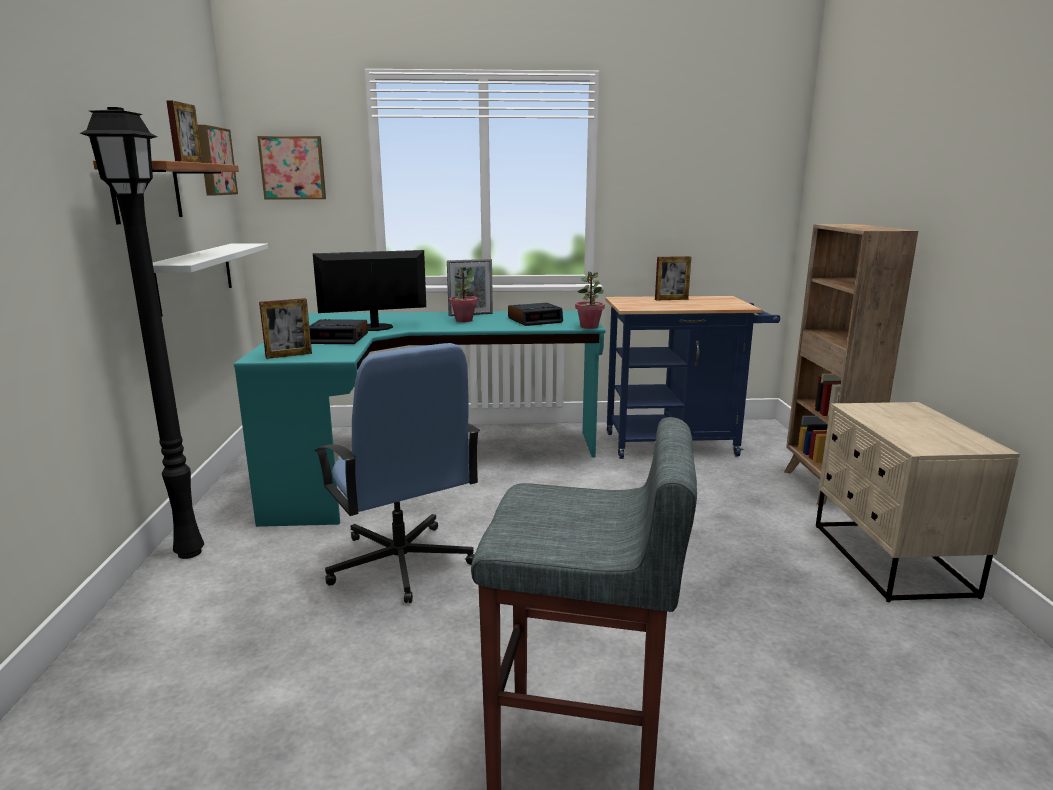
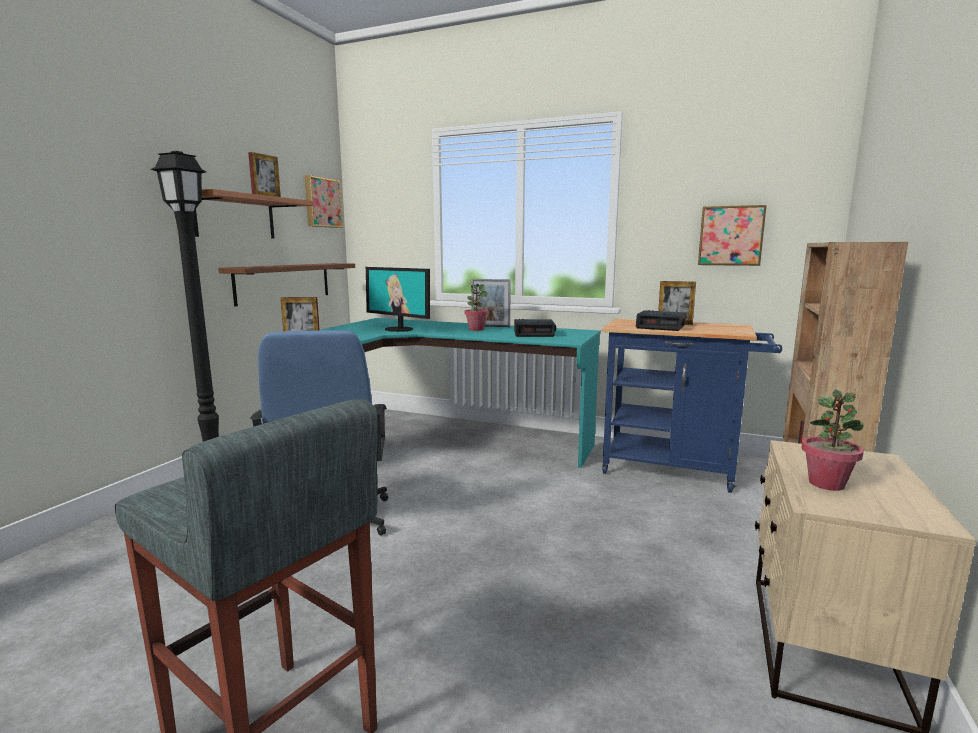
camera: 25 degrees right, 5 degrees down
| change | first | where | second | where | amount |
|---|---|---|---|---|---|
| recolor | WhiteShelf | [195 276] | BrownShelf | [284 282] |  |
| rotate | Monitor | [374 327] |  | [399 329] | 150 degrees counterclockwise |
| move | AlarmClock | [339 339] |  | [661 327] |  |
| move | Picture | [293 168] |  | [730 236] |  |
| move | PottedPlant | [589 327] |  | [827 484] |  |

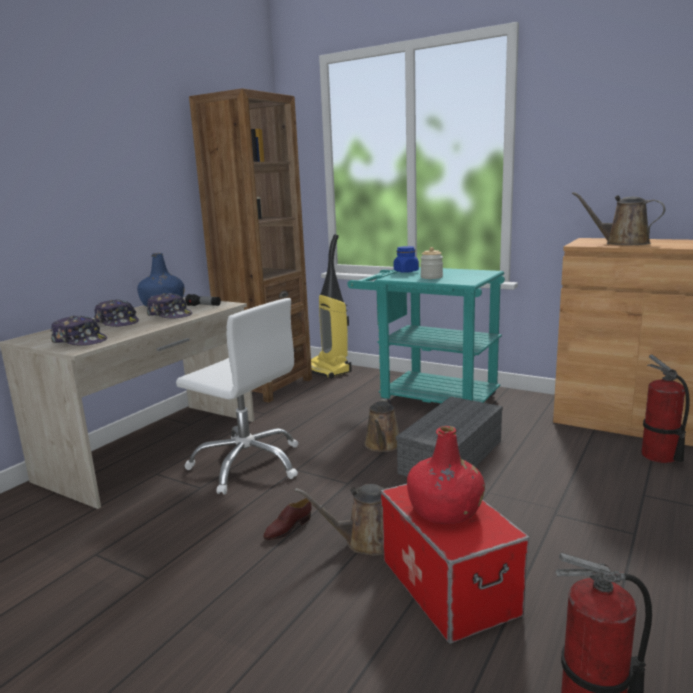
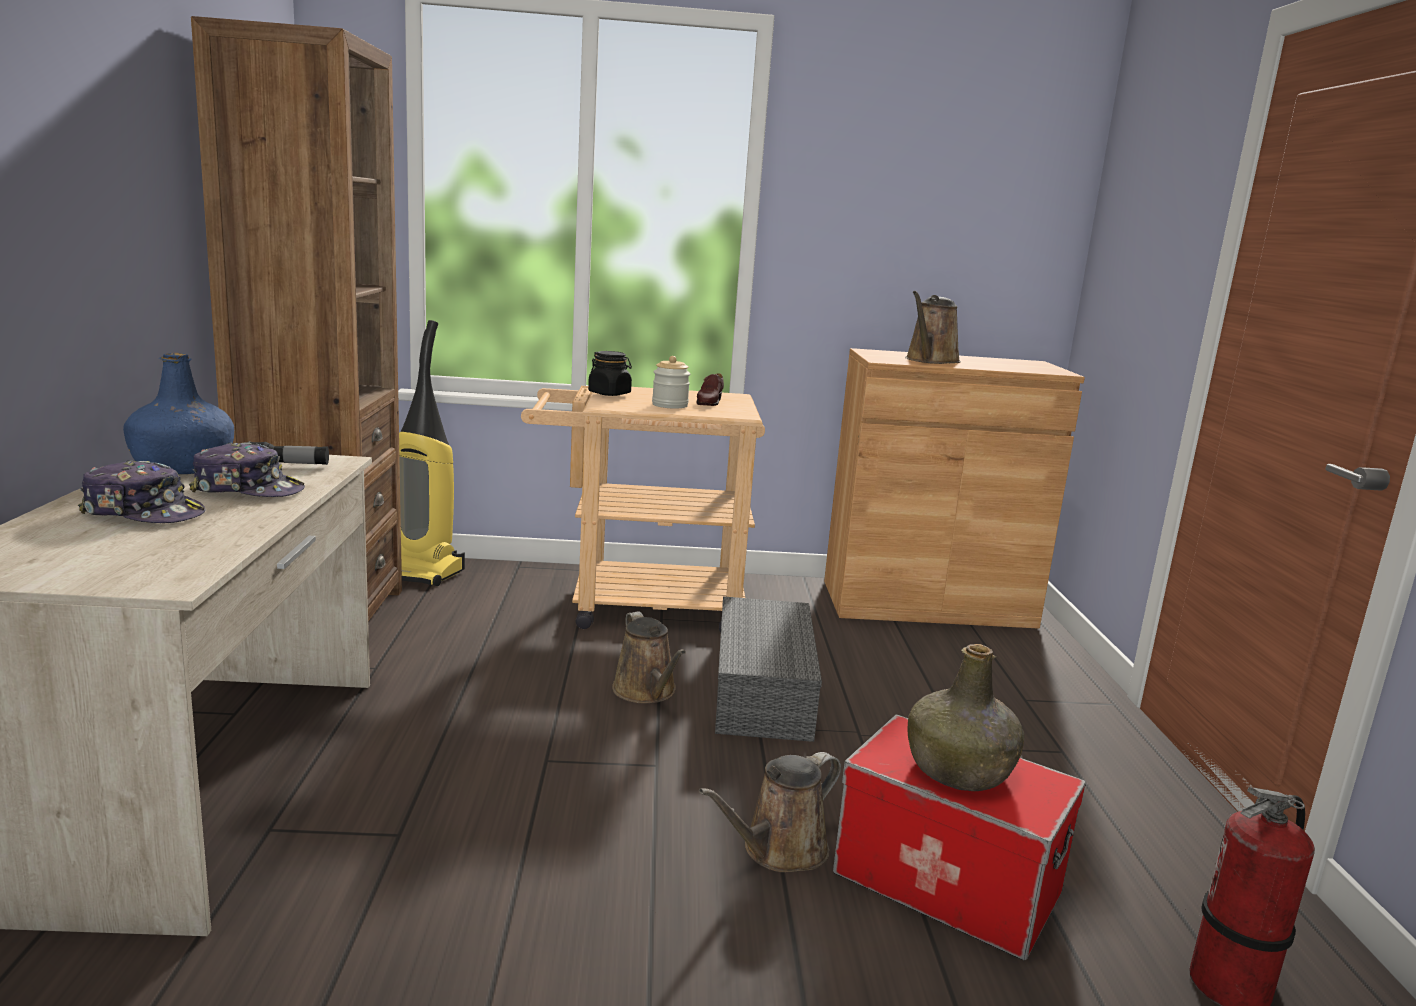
camera: 35 degrees left, 0 degrees up
| change | first | where | second | where | amount |
|---|---|---|---|---|---|
| recolor | TurquoiseCart | [428 400] | BeigeCart | [639 605] |  |
| recolor | BlueJar | [406 271] | BlackJar | [609 393] |  |
| move | BrownShoe | [287 528] |  | [709 402] |  |
| rotate | BrownWateringCan | [622 243] |  | [930 360] | 60 degrees counterclockwise |
| recolor | RedBottle | [445 510] | GreenBottle | [960 770] |  |
| delete | Cap | [80 341] |  |  |  |
| delete | WhiteOfficeChair | [248 464] |  |  |  |
| delete | FireExtinguisher | [658 456] |  |  |  |

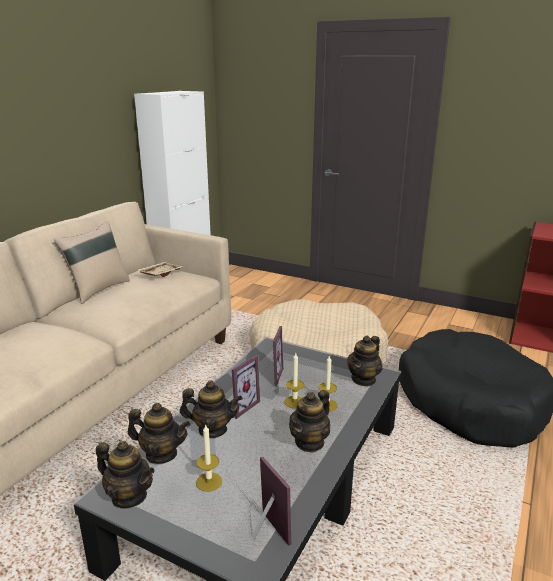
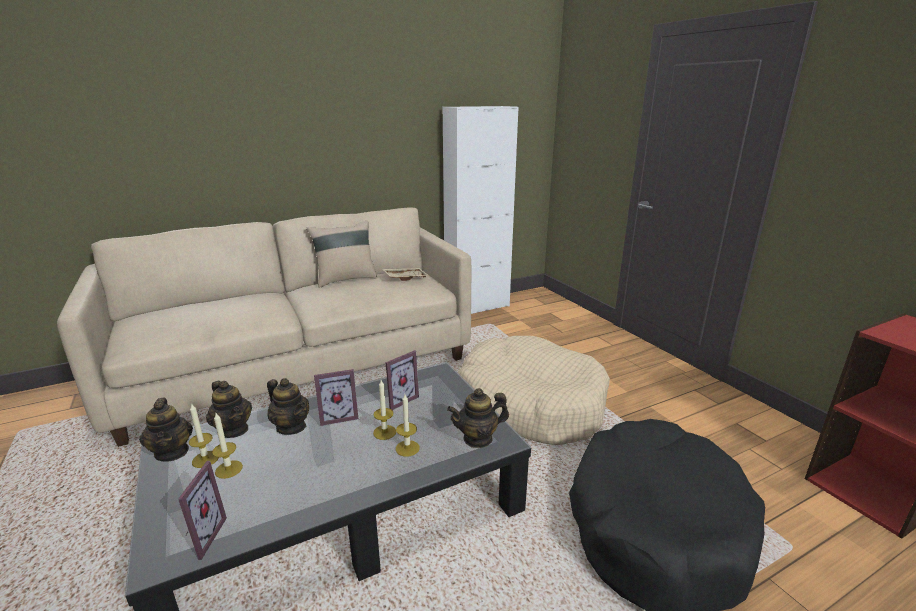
camera: 35 degrees right, 0 degrees up
| change | first | where | second | where | amount |
|---|---|---|---|---|---|
| insert |  |  | Candle | [205 459] |  |
| delete | Teapot | [309 442] |  |  |  |

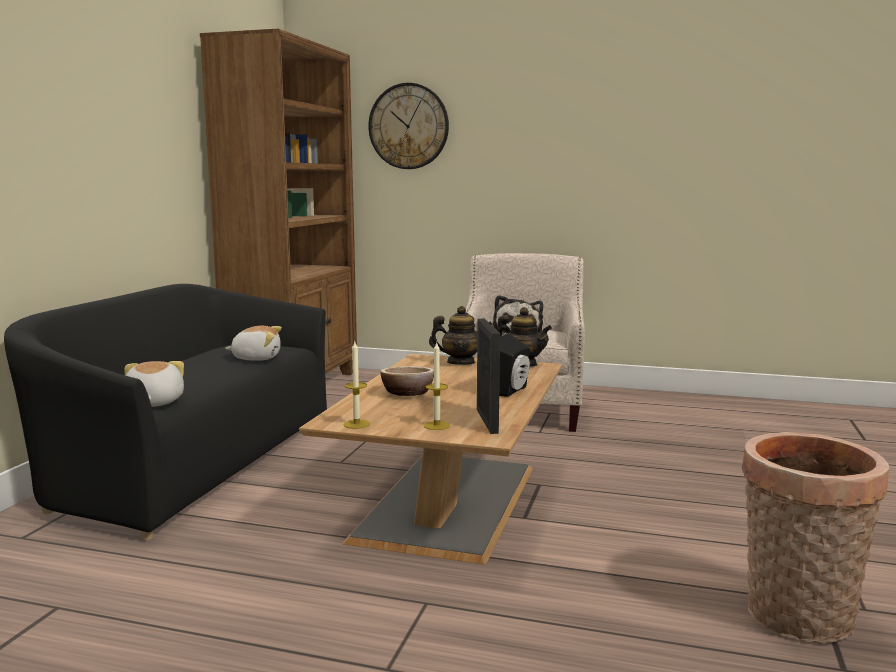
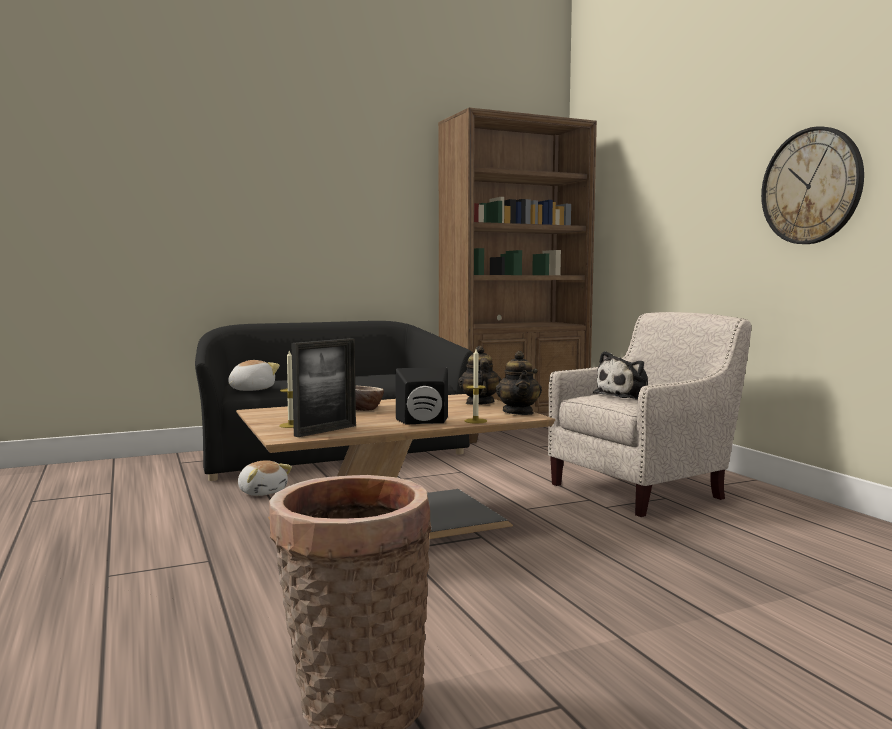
camera: 50 degrees right, 5 degrees down
| change | first | where | second | where | amount |
|---|---|---|---|---|---|
| move | PlushToy | [256 358] |  | [262 492] |  |
| rotate | Teapot | [460 362] |  | [479 403] | 150 degrees counterclockwise |
| move | Candle | [356 424] |  | [475 421] |  |
| move | WallClock | [408 126] |  | [811 186] |  |

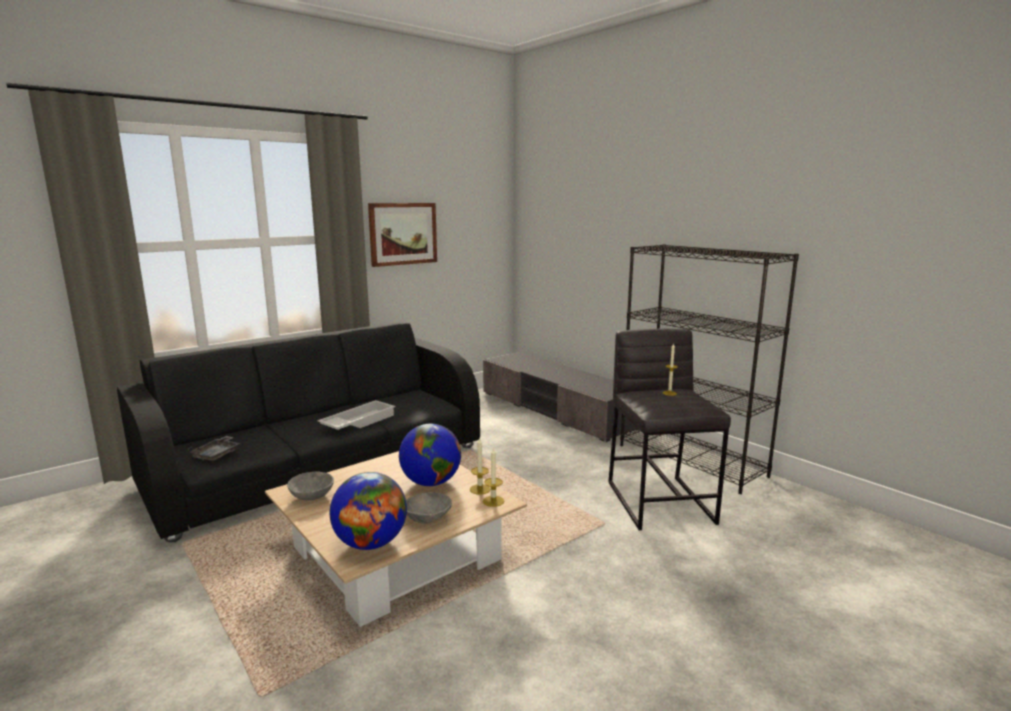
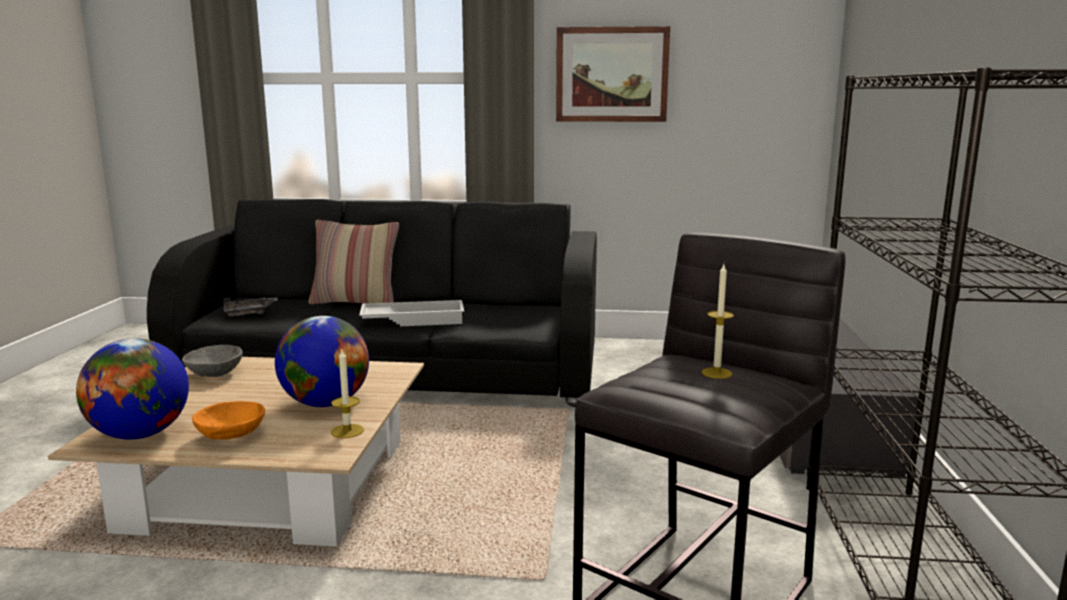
camera: 45 degrees right, 0 degrees up
| change | first | where | second | where | amount |
|---|---|---|---|---|---|
| recolor | GreyBowl | [429 519] | OrangeBowl | [231 437] |  |
| insert |  |  | Pillow | [355 303] |  |
| delete | Candle | [493 501] |  |  |  |

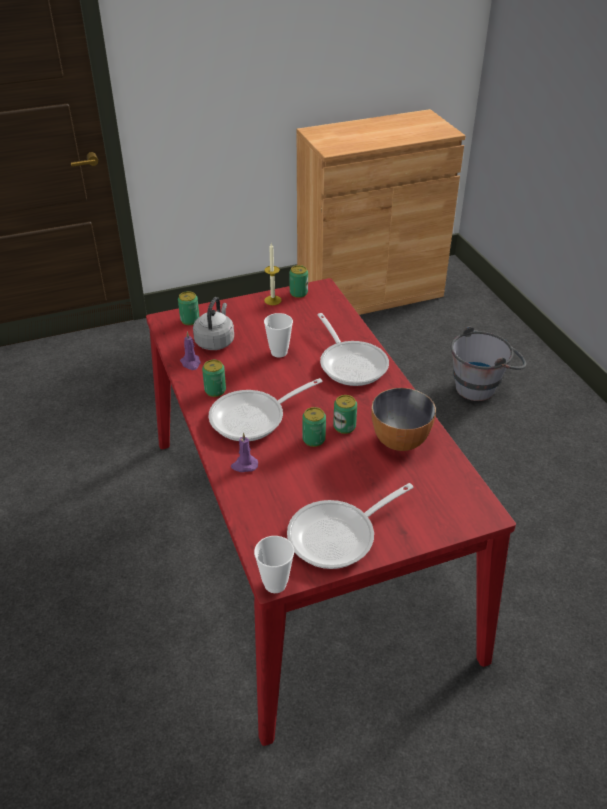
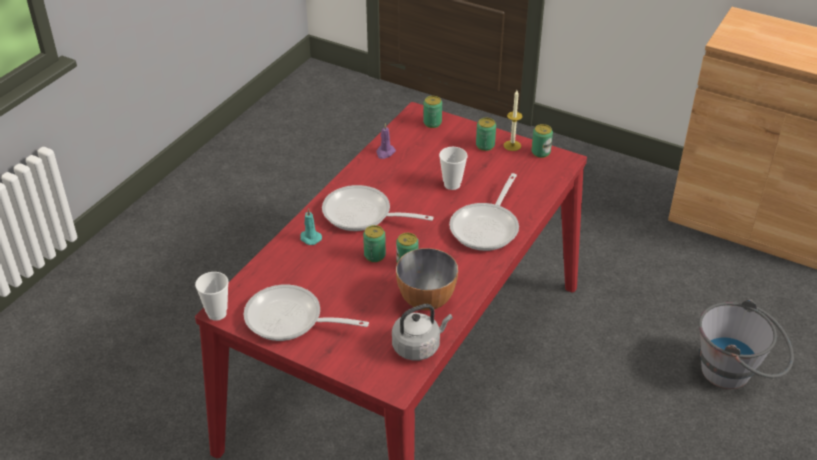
camera: 50 degrees right, 0 degrees up
| change | first | where | second | where | amount |
|---|---|---|---|---|---|
| recolor | PurpleCandle | [244 465] | TurquoiseCandle | [310 238] |  |
| move | GreyKettle | [215 341] |  | [418 346] |  |
| move | Can | [215 390] |  | [485 145] |  |

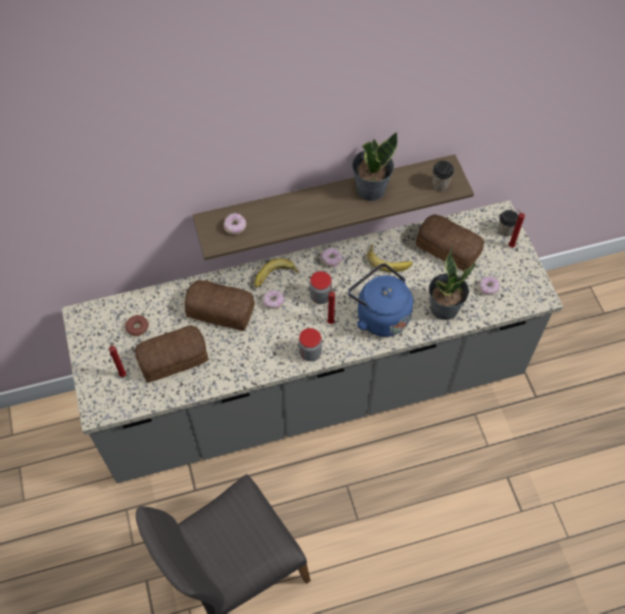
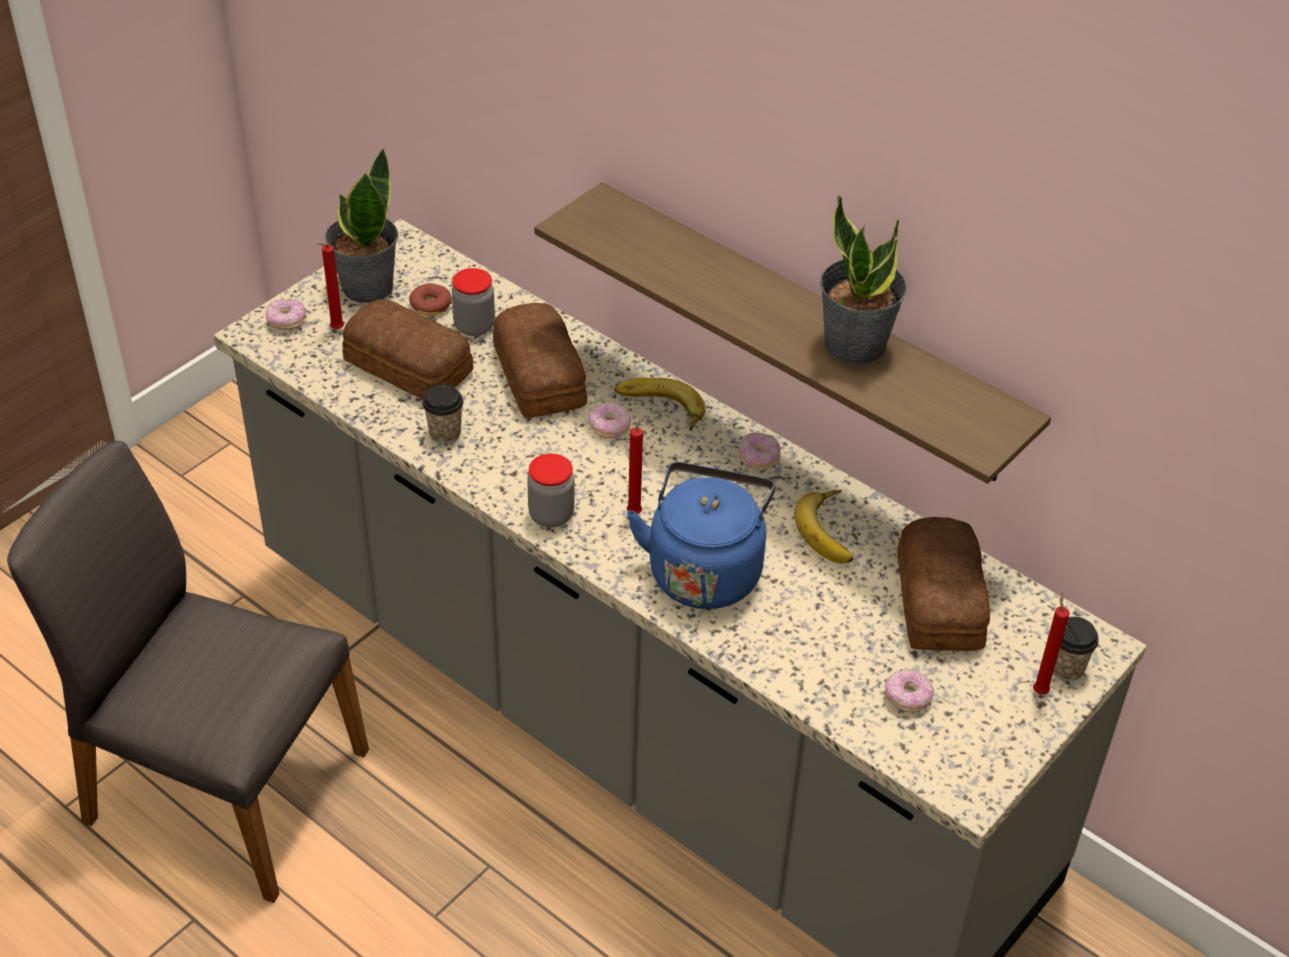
camera: 55 degrees right, 15 degrees down
| change | first | where | second | where | amount |
|---|---|---|---|---|---|
| move | Donut | [235 227] |  | [286 321] |  |
| move | PottedPlant | [444 308] |  | [366 287] |  |
| move | Cup | [440 184] |  | [445 433] |  |
| move | Jar | [320 296] |  | [474 326] |  |

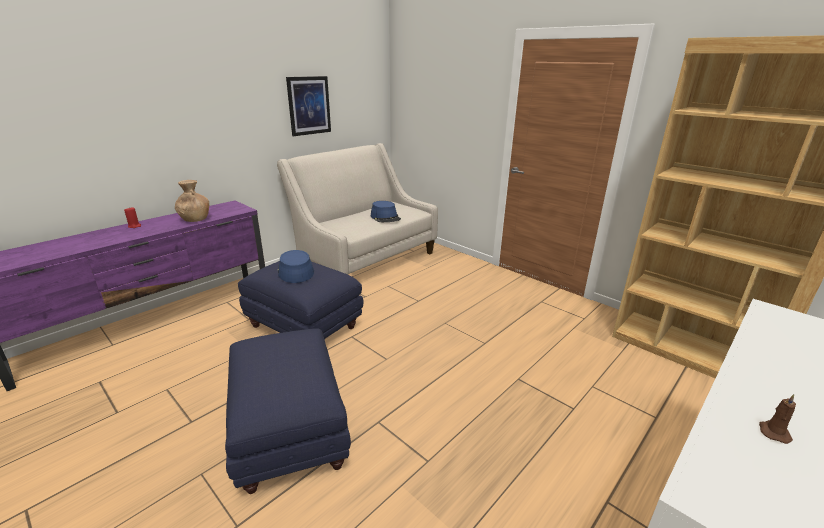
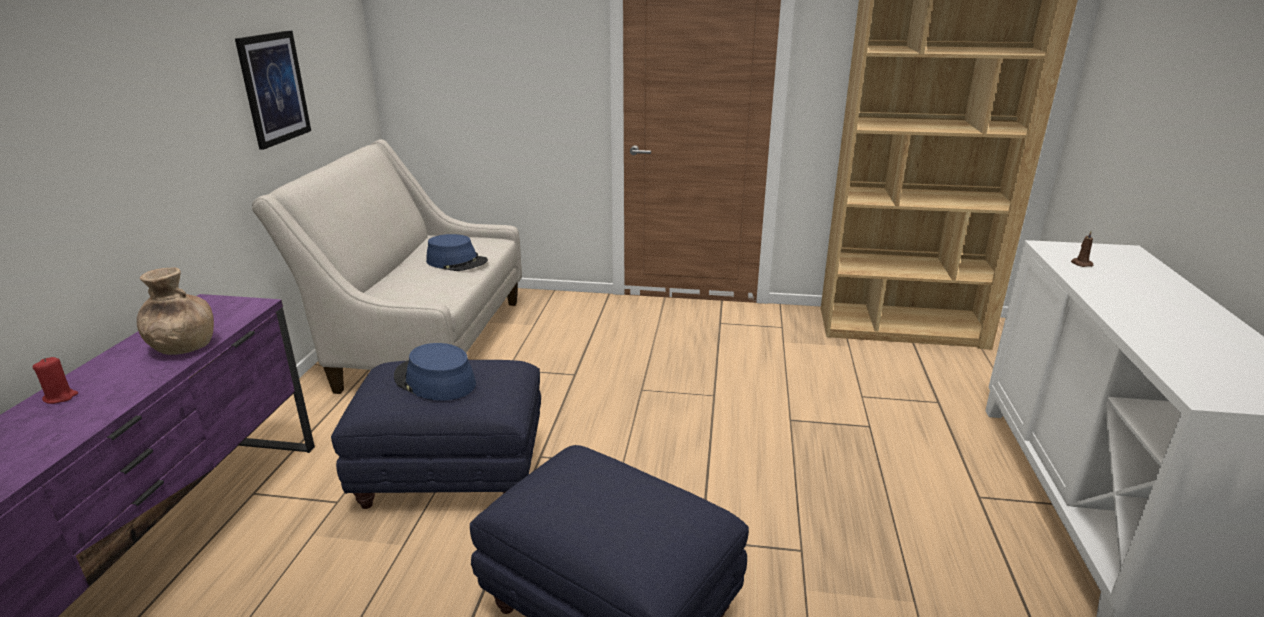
camera: 35 degrees left, 0 degrees up
| change | first | where | second | where | amount |
|---|---|---|---|---|---|
| move | BrownCandle | [773 432] |  | [1080 263] |  |

